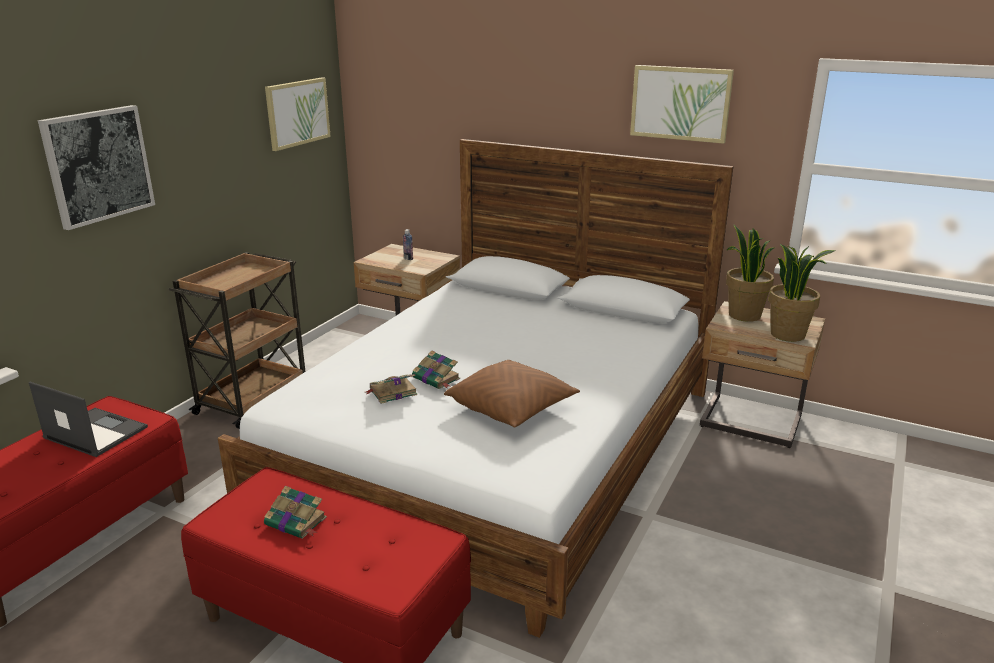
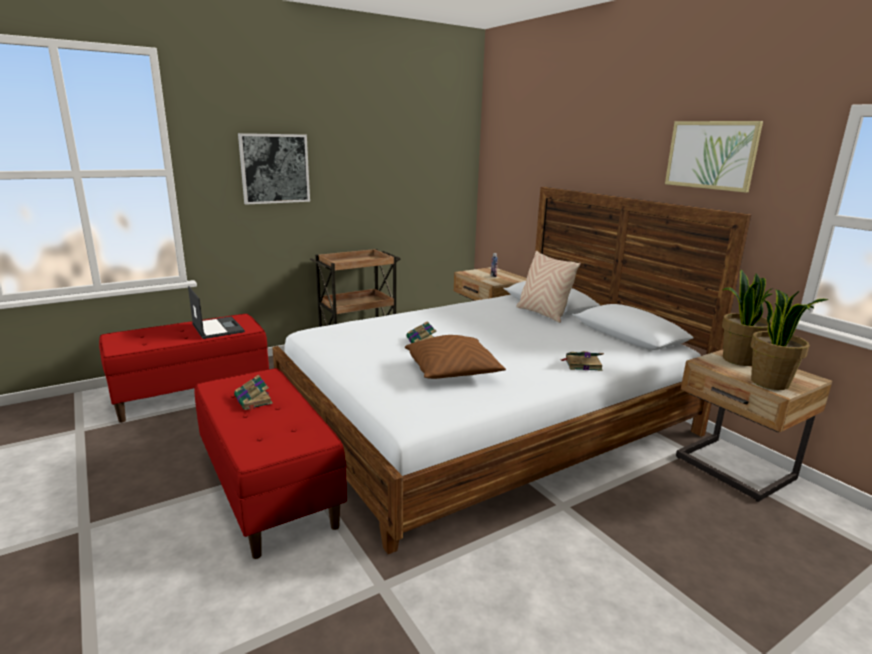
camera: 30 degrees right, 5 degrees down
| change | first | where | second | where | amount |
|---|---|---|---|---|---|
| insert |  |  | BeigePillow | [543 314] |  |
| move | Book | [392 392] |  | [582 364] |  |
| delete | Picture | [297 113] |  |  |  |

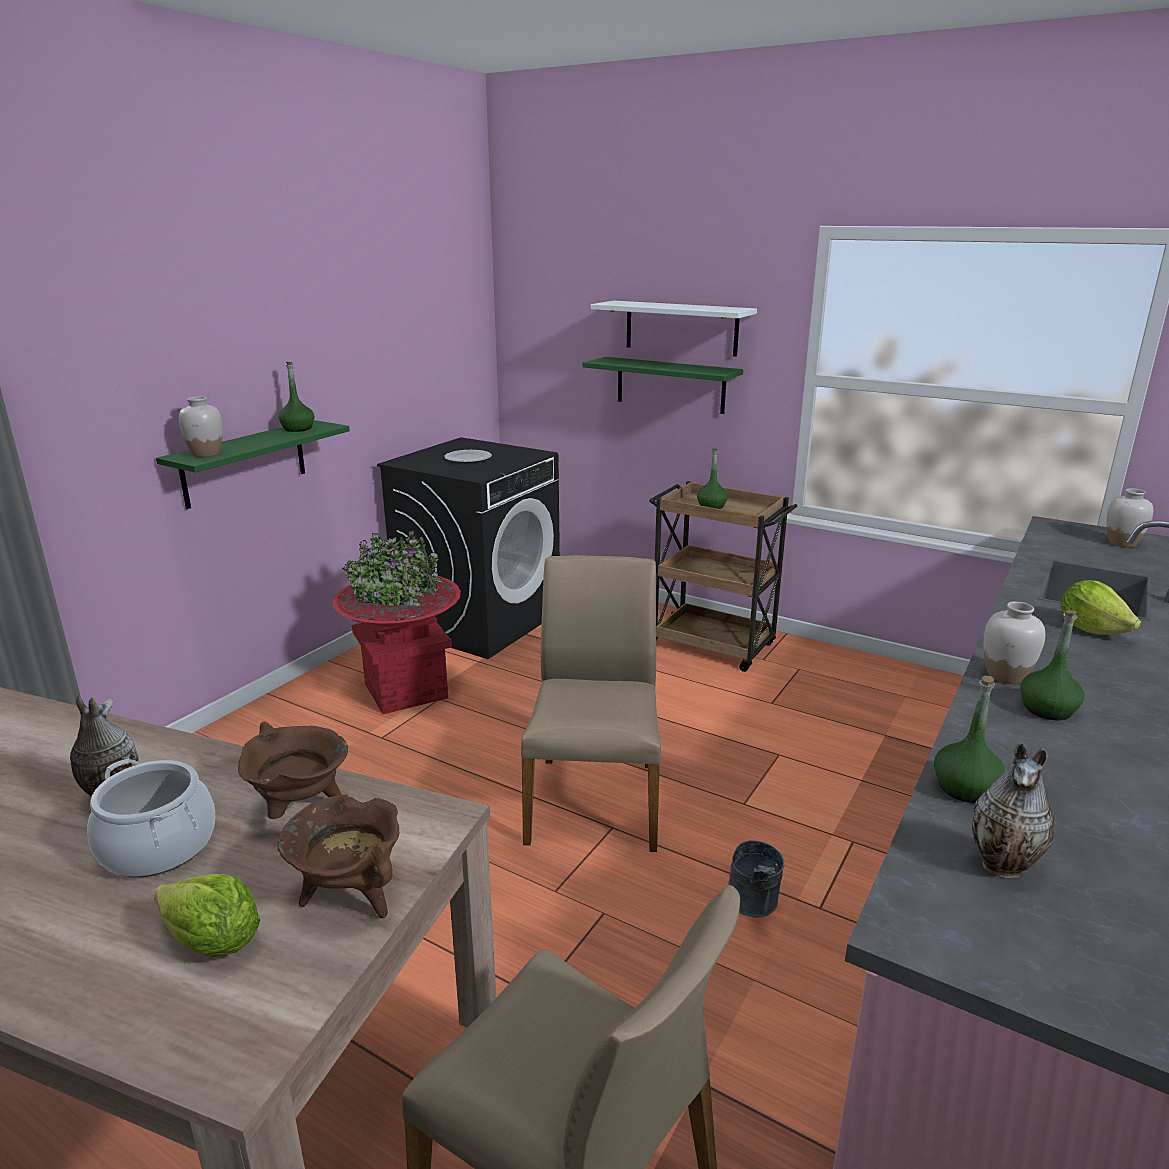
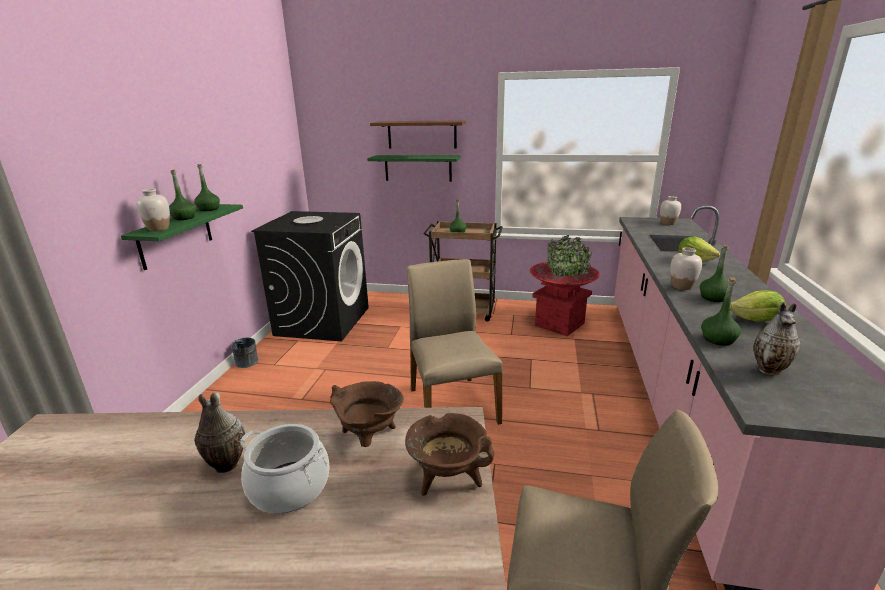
camera: 20 degrees left, 0 degrees up
| change | first | where | second | where | amount |
|---|---|---|---|---|---|
| insert |  |  | GreenBottle | [184 218] |  |
| move | GreyBucket | [753 906] |  | [246 364] |  |
| recolor | WhiteShelf | [681 328] | BrownShelf | [422 134] |  |
| move | RedPlanter | [406 691] |  | [560 324] |  |
| move | Lettuce | [213 943] |  | [756 320] |  |

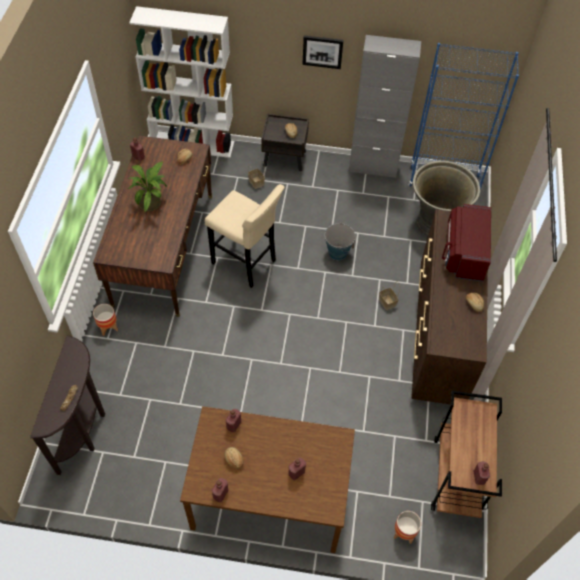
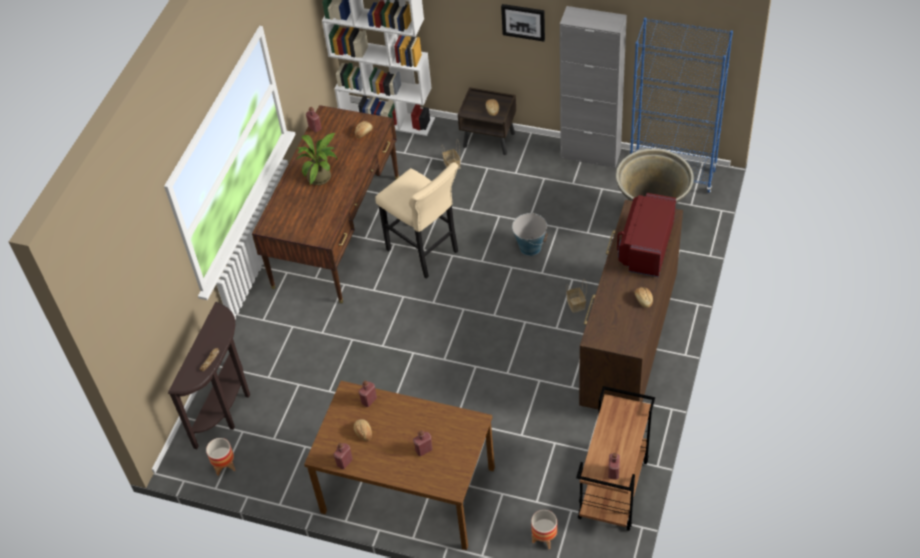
camera: 15 degrees right, 5 degrees down
| change | first | where | second | where | amount |
|---|---|---|---|---|---|
| move | Planter | [108 327] |  | [224 465] |  |

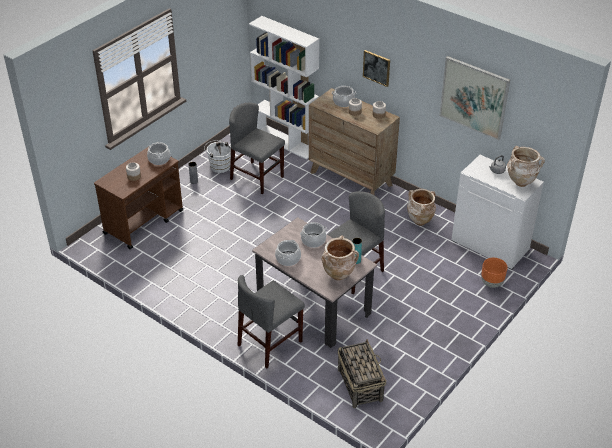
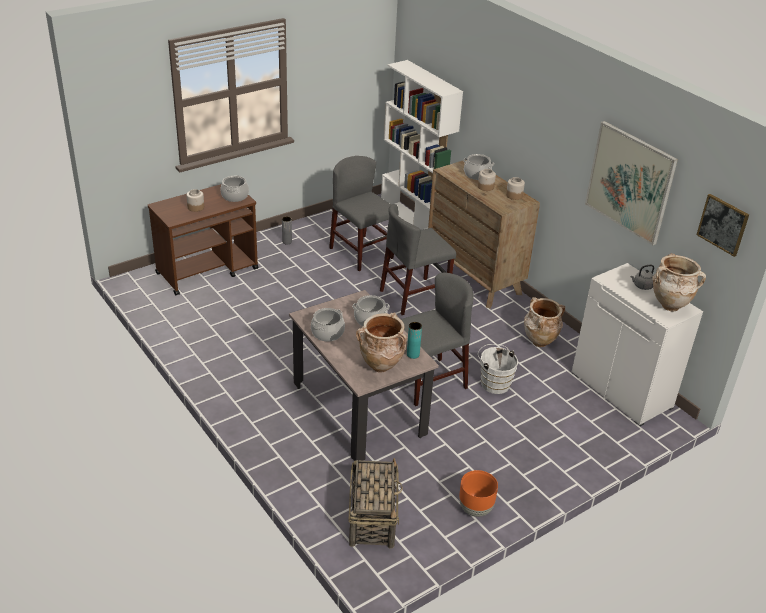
camera: 15 degrees right, 5 degrees down
| change | first | where | second | where | amount |
|---|---|---|---|---|---|
| move | GreyChair | [270 343] |  | [414 296] |  |
| move | OrangePlanter | [492 283] |  | [475 509] |  |
| move | WhiteBucket | [219 166] |  | [494 382] |  |
| move | Picture | [376 68] |  | [723 224] |  |

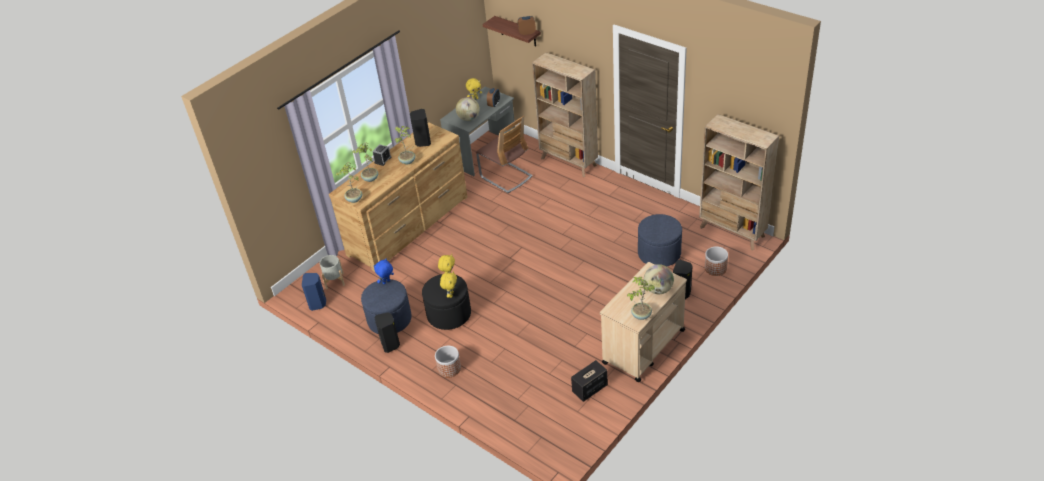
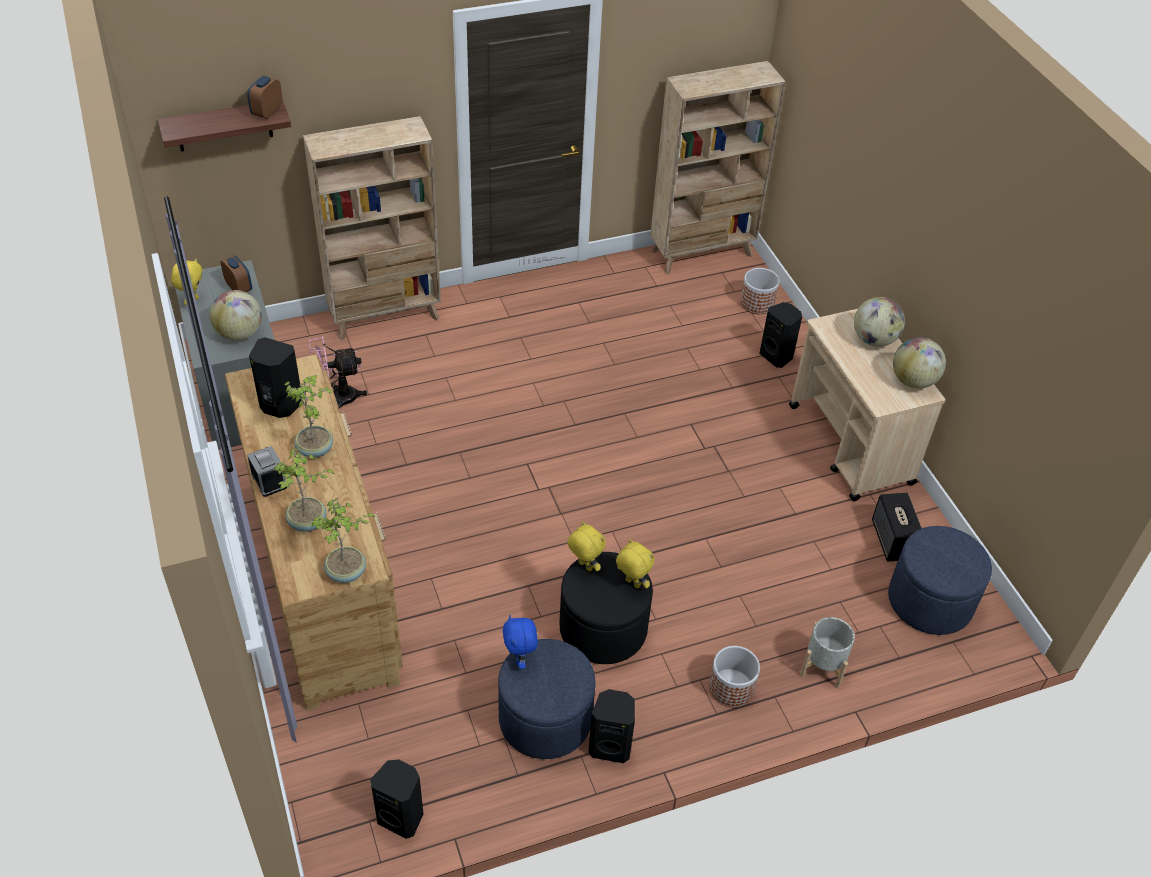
camera: 65 degrees left, 5 degrees up
| change | first | where | second | where | amount |
|---|---|---|---|---|---|
| replace | Chair | [506 177] | PinkFan | [337 398] |  |
| recolor | BlueSpeaker | [318 304] | BlackSpeaker | [401 817] |  |
| move | GreyPlanter | [334 281] |  | [822 666] |  |
| move | BlueOttoman | [659 253] |  | [930 601] |  |
| replace | PottedPlant | [641 315] | Globe | [913 380] |  |

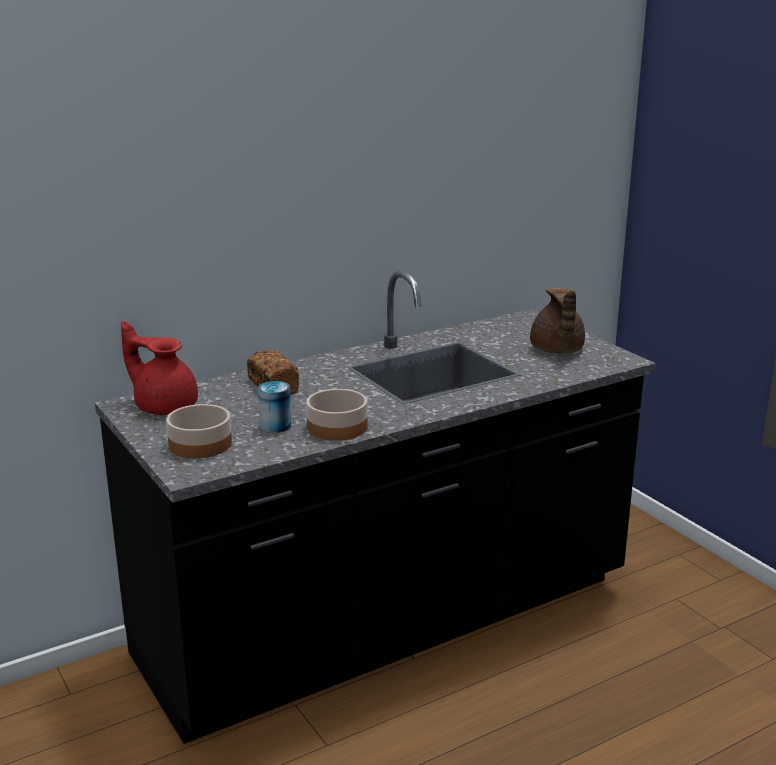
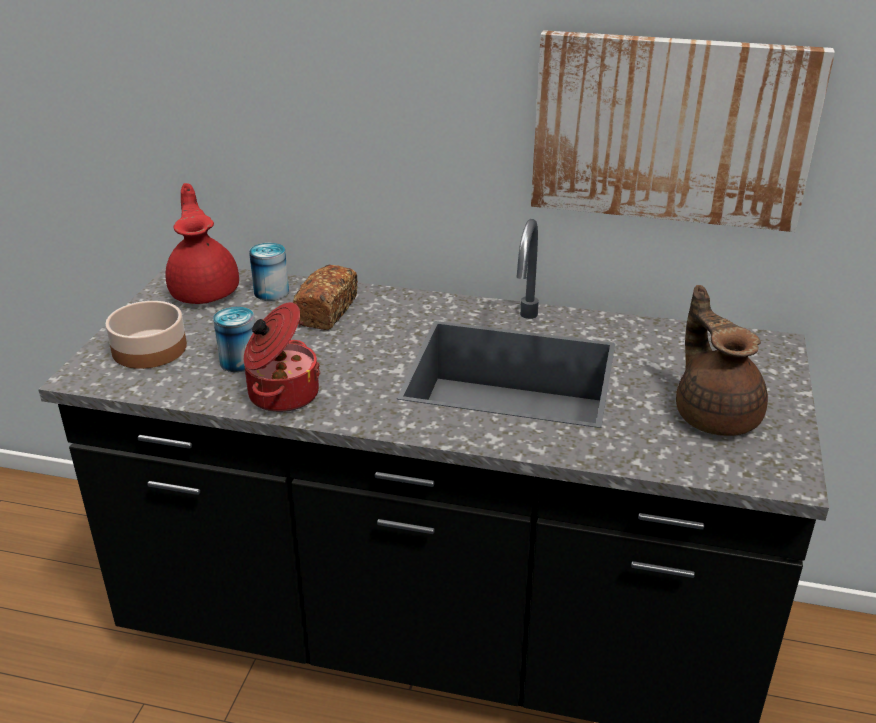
camera: 45 degrees right, 10 degrees up
| change | first | where | second | where | amount |
|---|---|---|---|---|---|
| replace | Bowl | [336 427] | CookingPot | [281 394] |  |
| insert |  |  | Can | [271 292] |  |
| insert |  |  | Picture | [671 130] |  |
| rotate | BrownTeapot | [556 350] |  | [715 414] | 120 degrees clockwise |

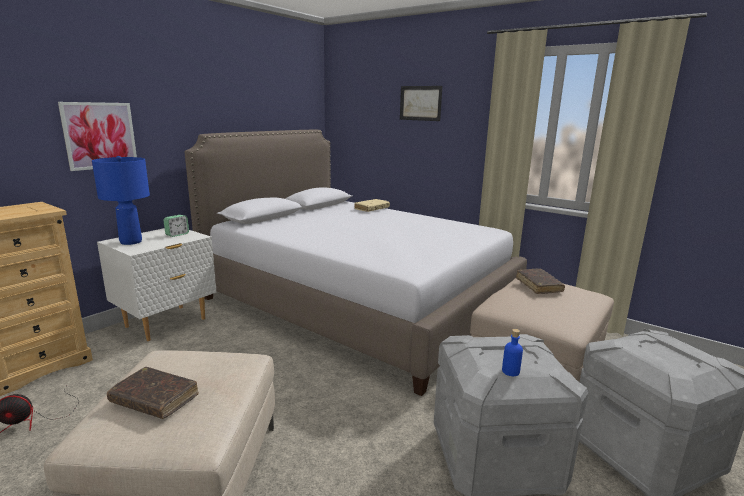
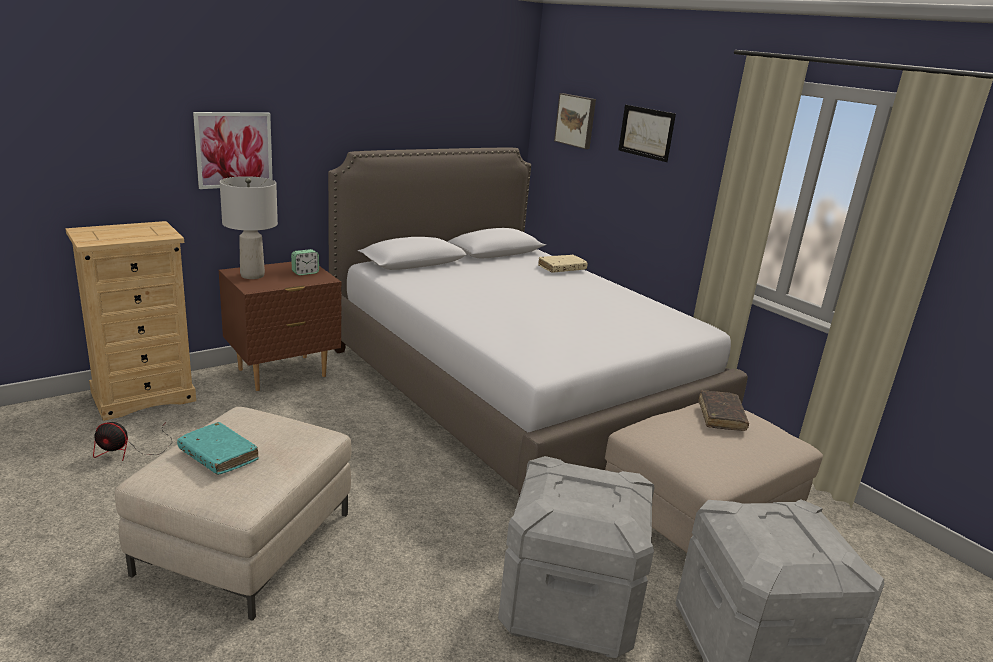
camera: 15 degrees right, 5 degrees up
| change | first | where | second | where | amount |
|---|---|---|---|---|---|
| recolor | BrownBook | [154 399] | TurquoiseBook | [218 455] |  |
| recolor | WhiteNightstand | [166 323] | BrownNightstand | [283 373] |  |
| recolor | BlueTableLamp | [130 242] | GreyTableLamp | [252 275] |  |
| insert |  |  | Picture | [576 120] |  |
| delete | BlueBottle | [510 371] |  |  |  |

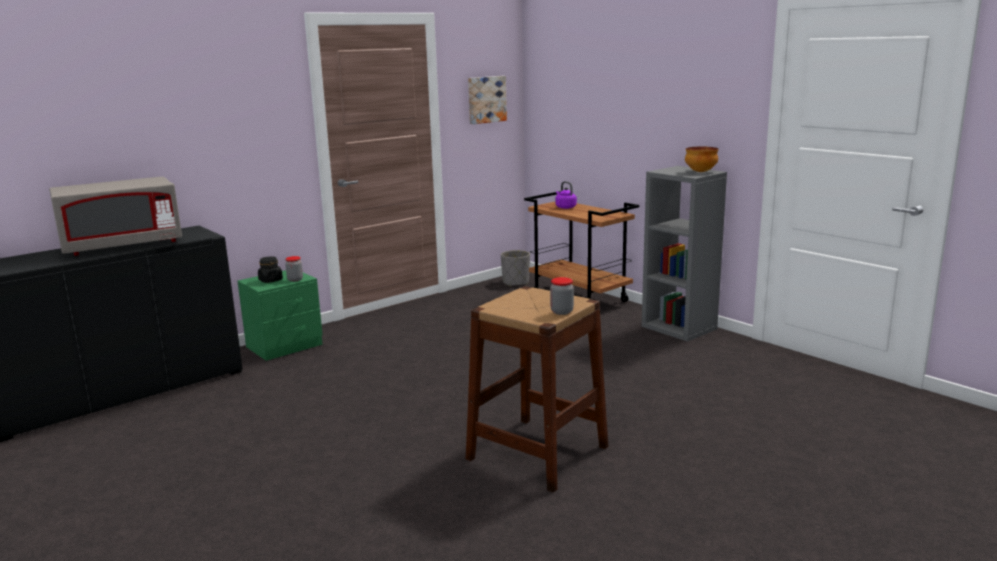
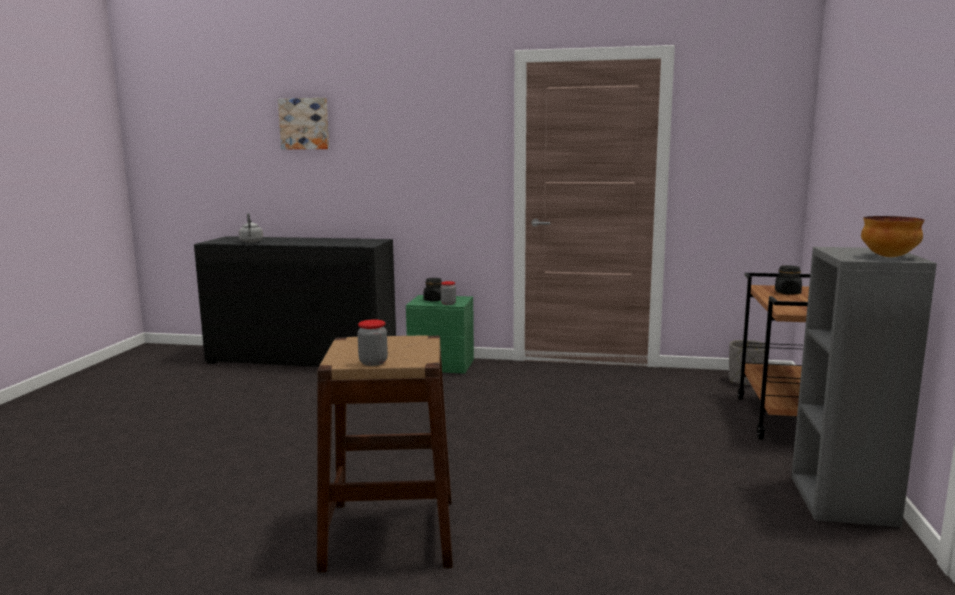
camera: 50 degrees right, 5 degrees down
| change | first | where | second | where | amount |
|---|---|---|---|---|---|
| insert |  |  | GreyKettle | [251 242] |  |
| move | Picture | [486 99] |  | [304 124] |  |
| replace | PurpleKettle | [565 207] | BlackJar | [787 293] |  |
| delete | GreyMicrowave | [122 246] |  |  |  |

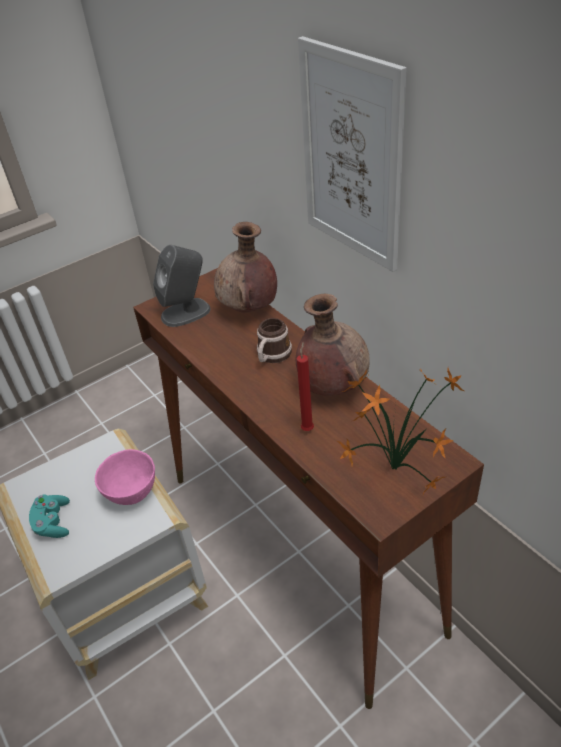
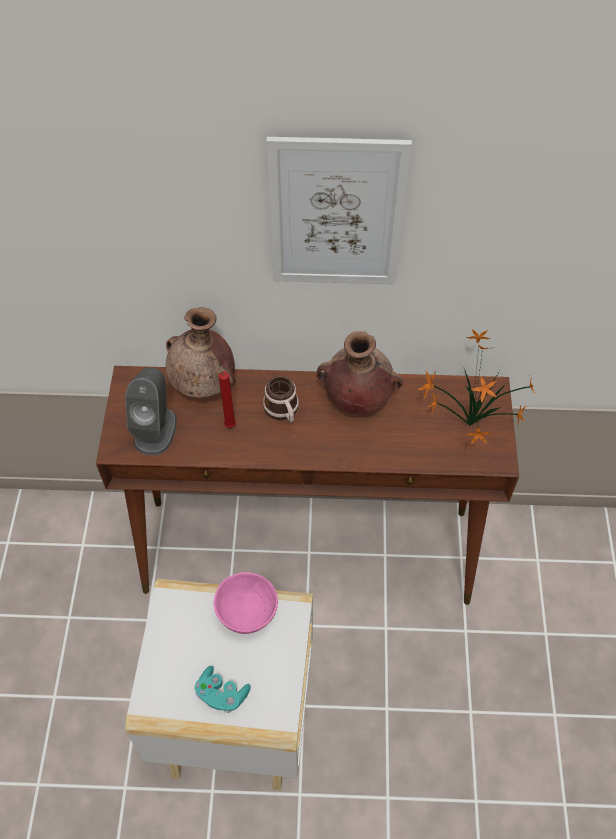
camera: 55 degrees left, 15 degrees up
| change | first | where | second | where | amount |
|---|---|---|---|---|---|
| move | RedCandle | [308 428] |  | [229 424] |  |

